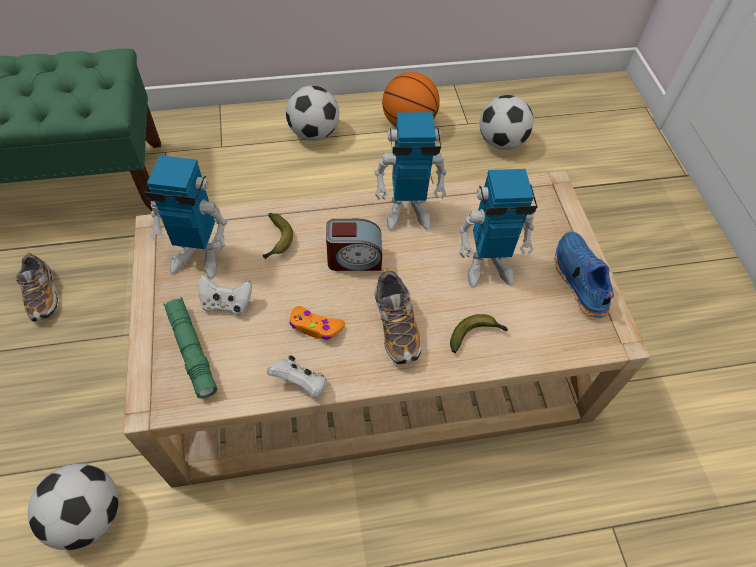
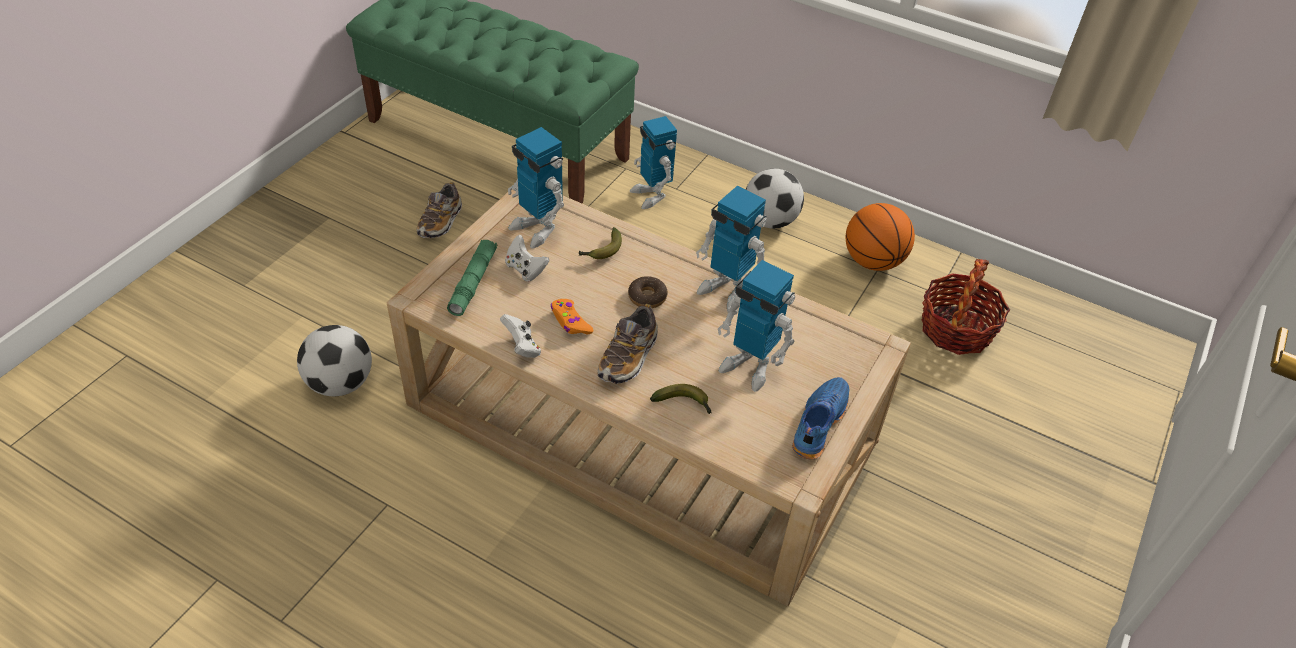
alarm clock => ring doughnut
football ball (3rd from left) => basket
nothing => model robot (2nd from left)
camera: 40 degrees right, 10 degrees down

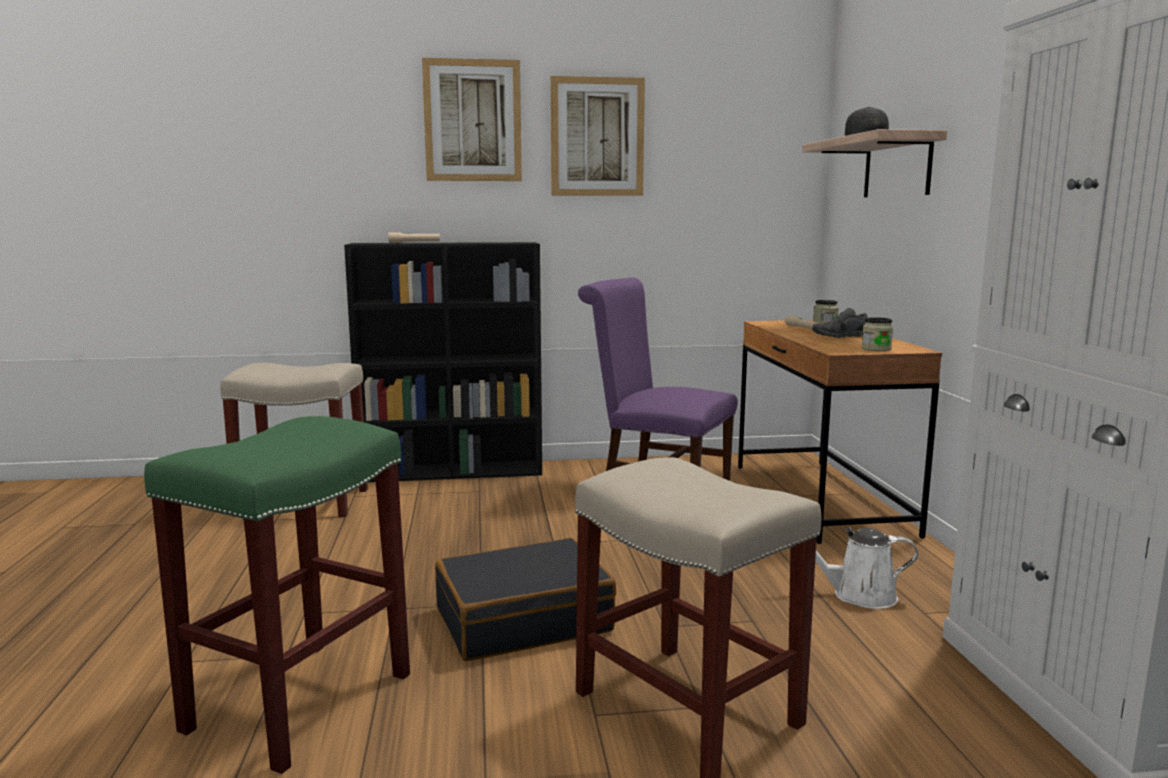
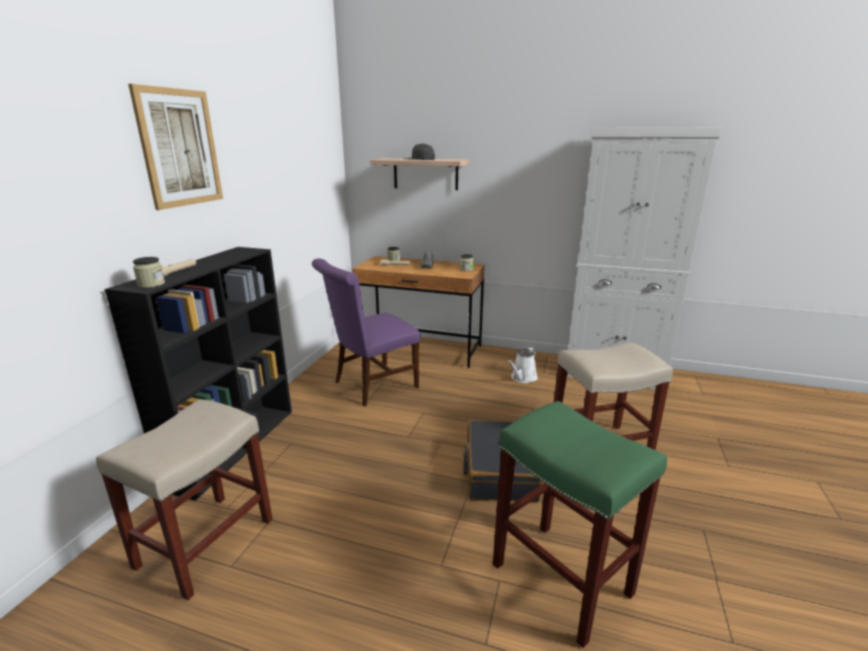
wall art (2nd from left) => nothing
nothing => jar (1st from left)
camera: 65 degrees left, 10 degrees up

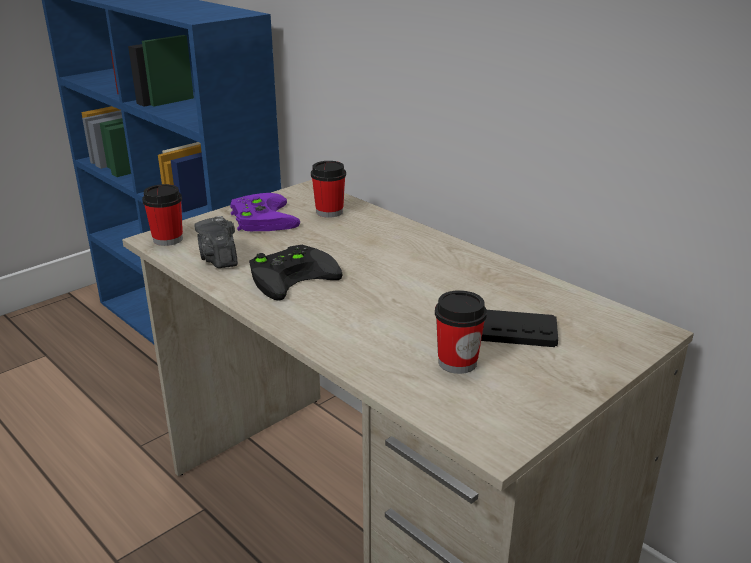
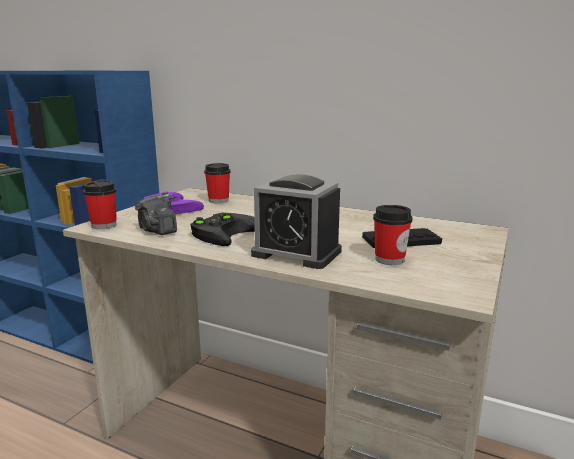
nothing => alarm clock
camera: 20 degrees left, 10 degrees down

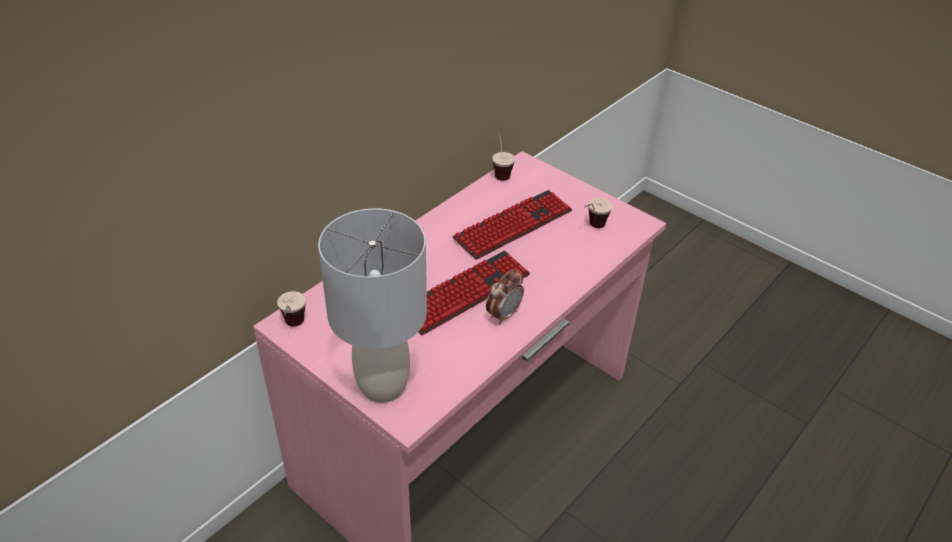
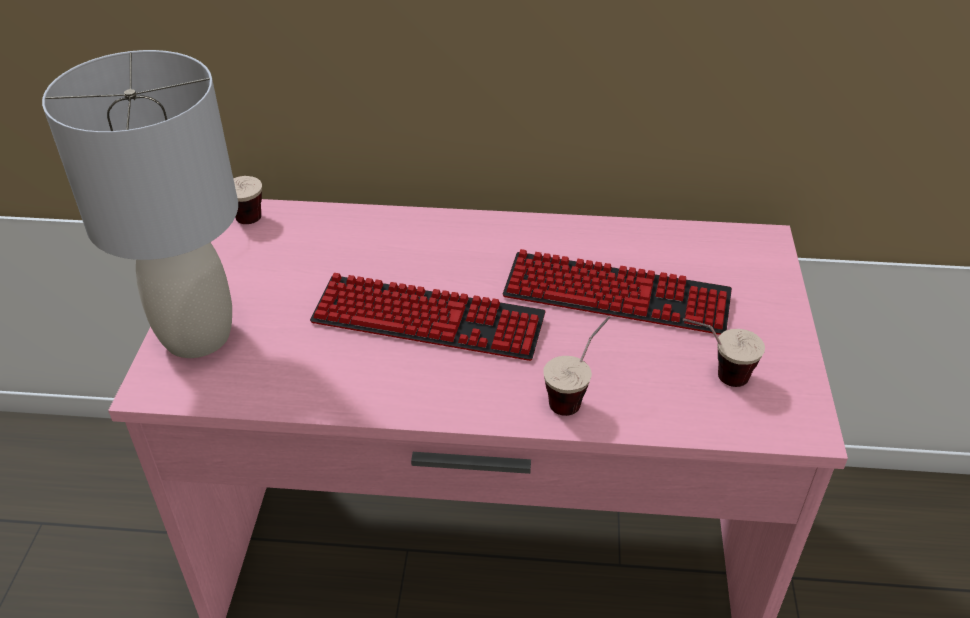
alarm clock => nothing
cup (2nd from left), move
camera: 55 degrees right, 0 degrees up

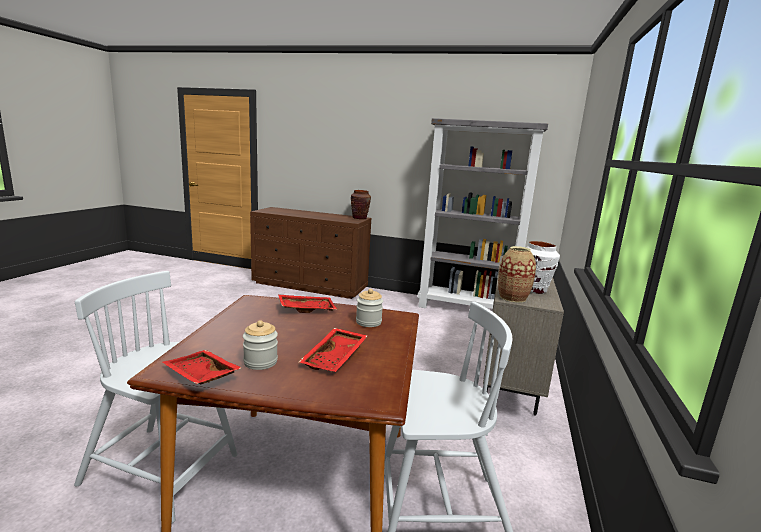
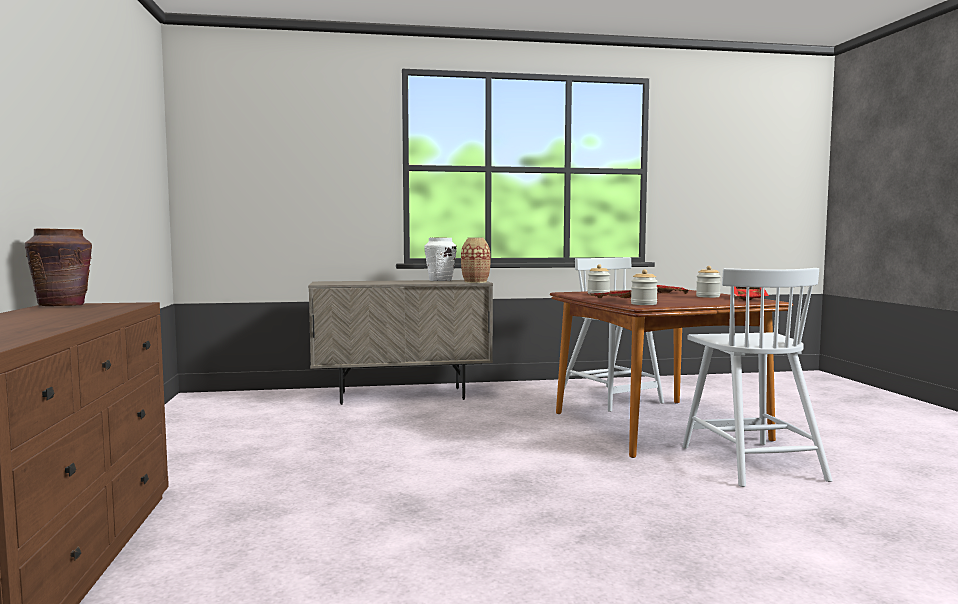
greyish bookcase => nothing
nothing => jar (2nd from left)
camera: 115 degrees left, 10 degrees down

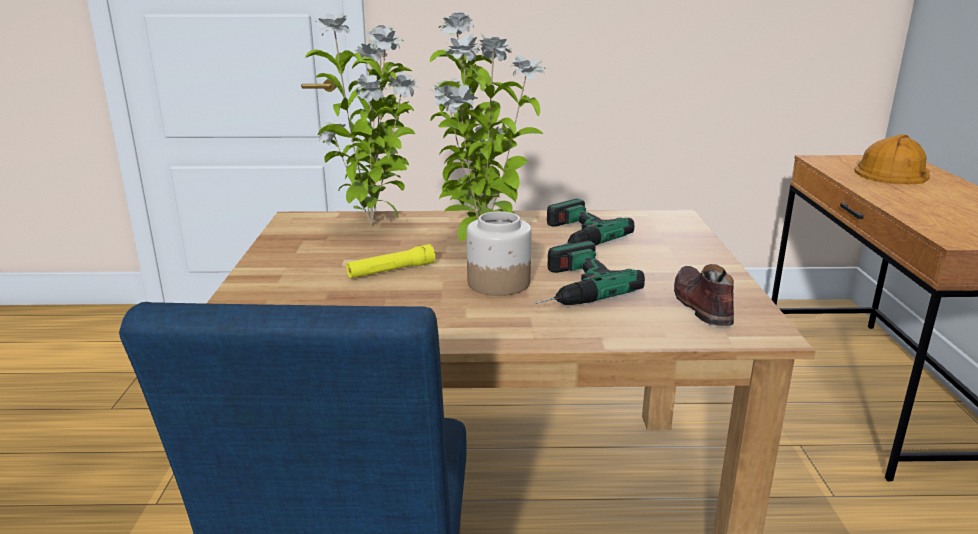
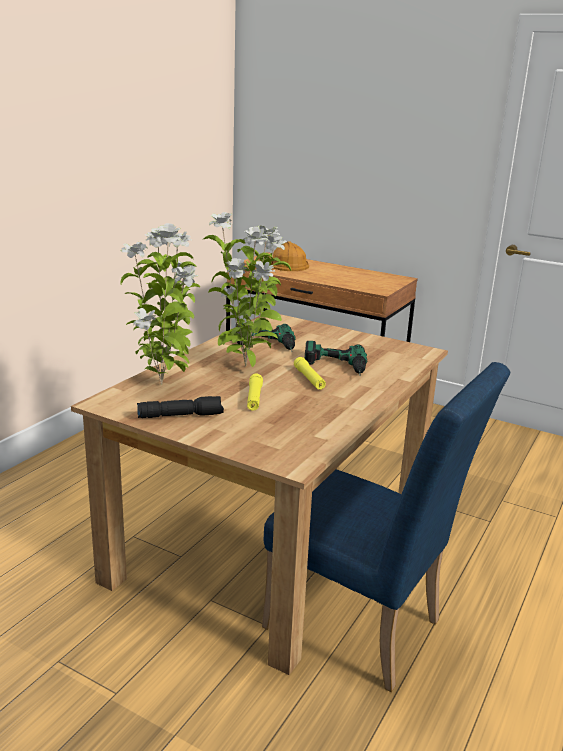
jar => yellow torch (2nd from left)
brown-coloured shoe => nothing
nothing => black torch
camera: 60 degrees left, 0 degrees up

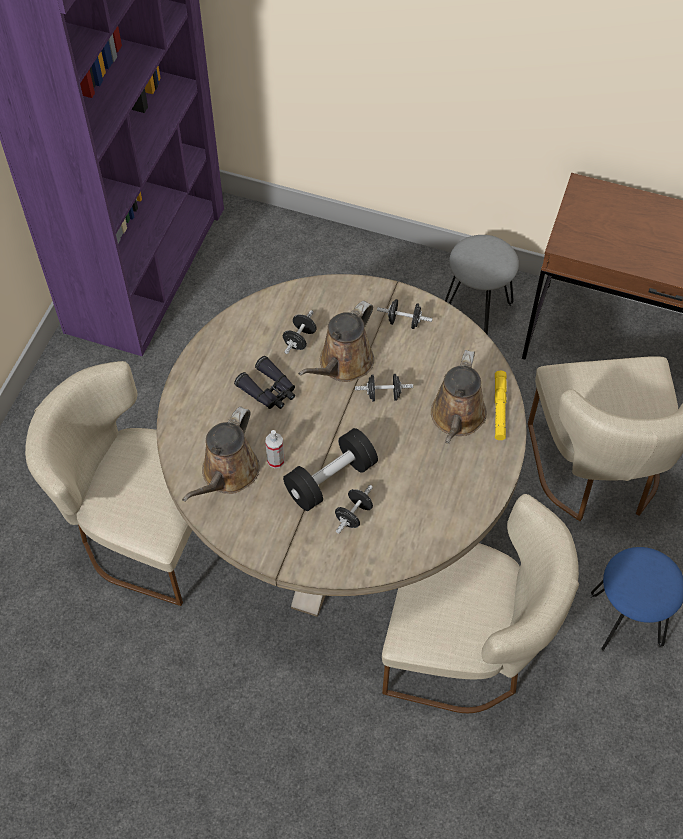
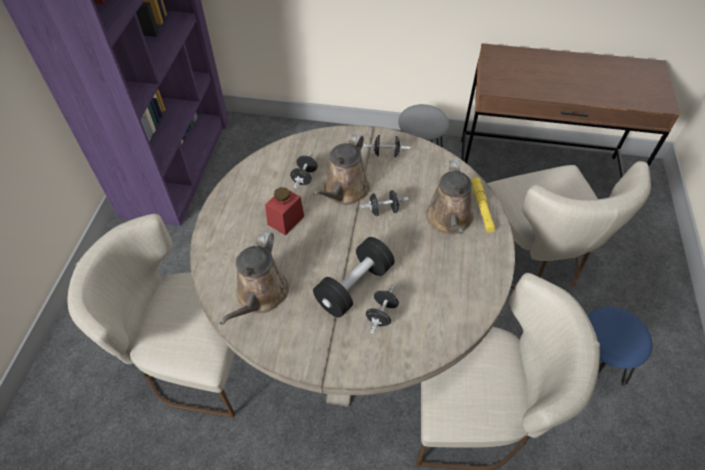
black binoculars => reddish jar
sprayer => nothing
camera: 10 degrees left, 5 degrees down

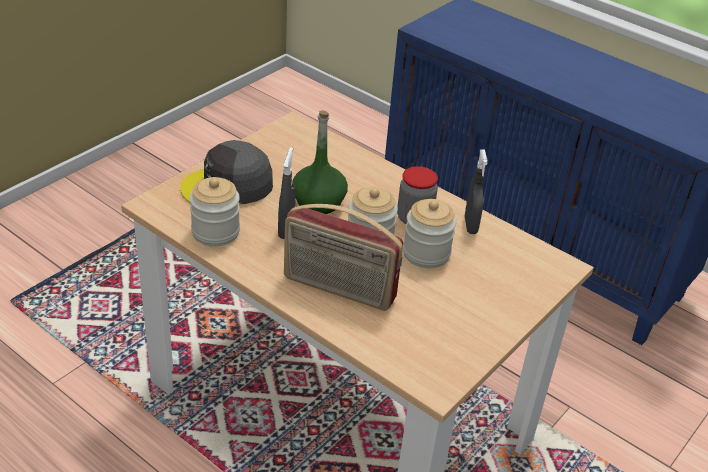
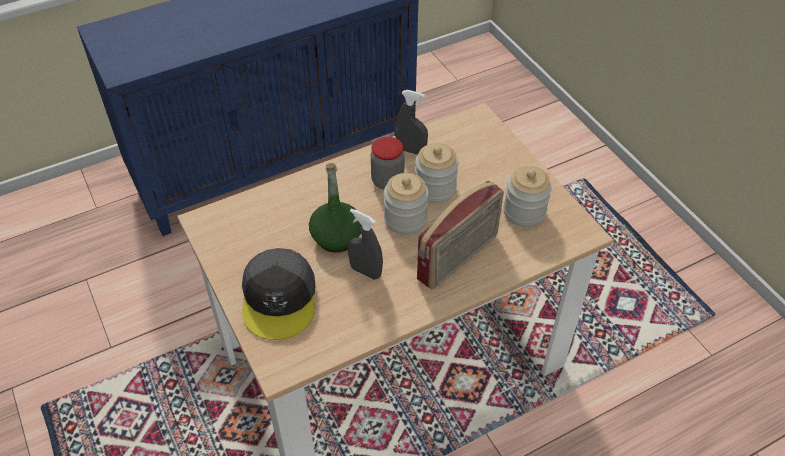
jar (1st from left in the first image) => jar (4th from left), move
camera: 65 degrees left, 10 degrees up

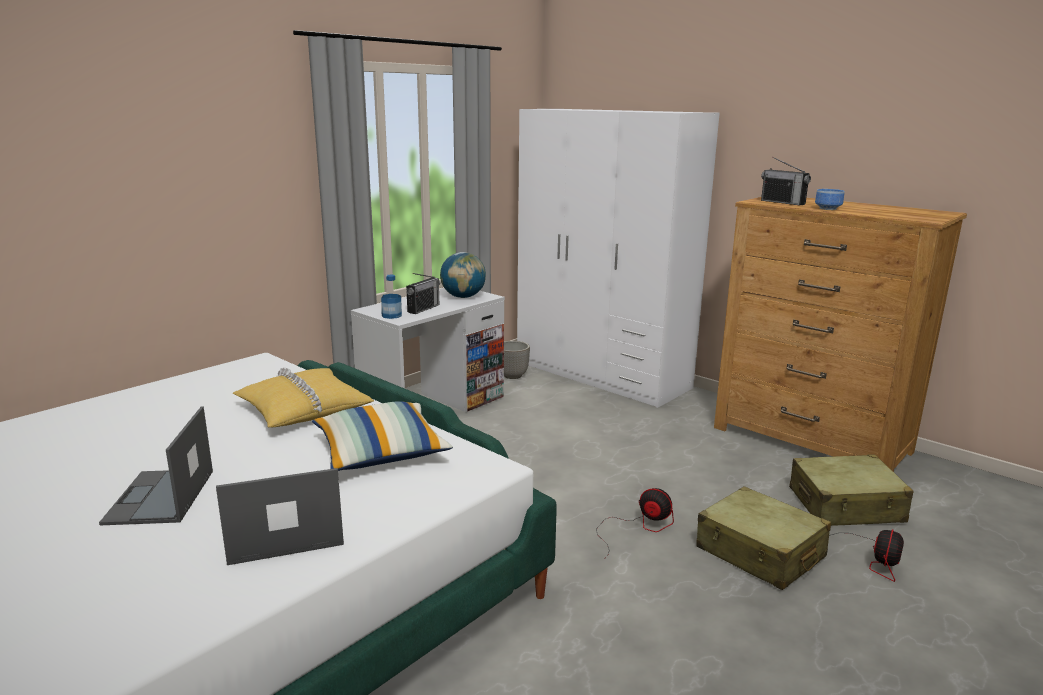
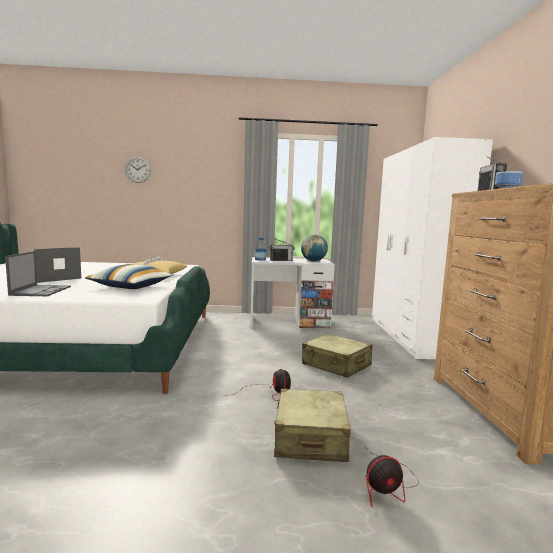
portable computer (2nd from left in the first image) => portable computer (1st from left), 60 degrees clockwise
flower pot => nothing
beige piece of luggage (2nd from left), move
nothing => wall clock
camera: 45 degrees right, 10 degrees down

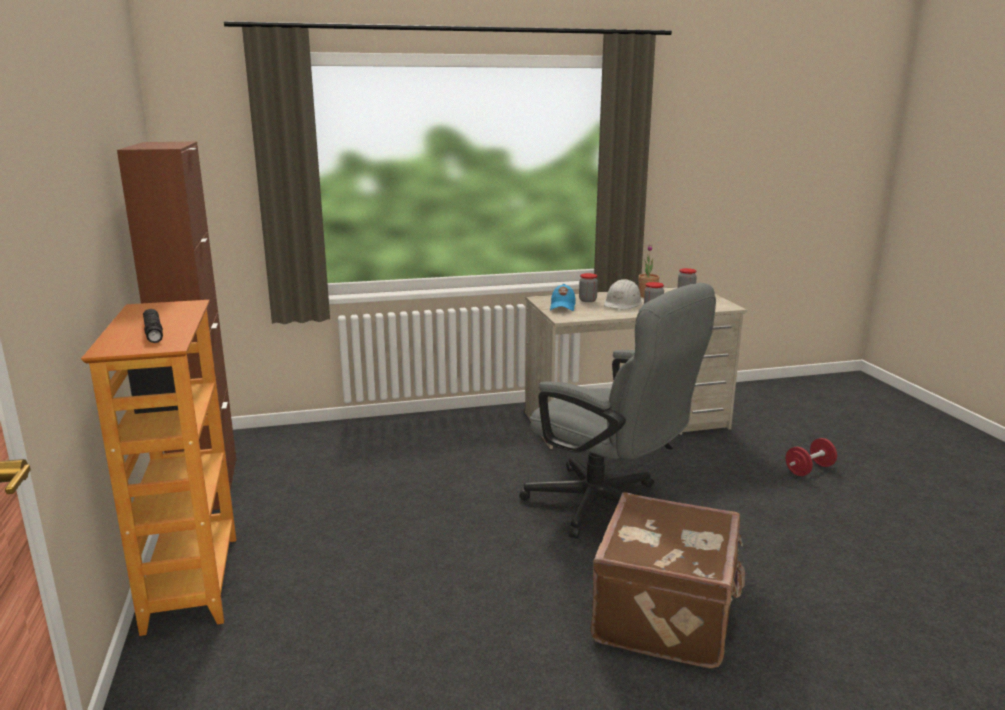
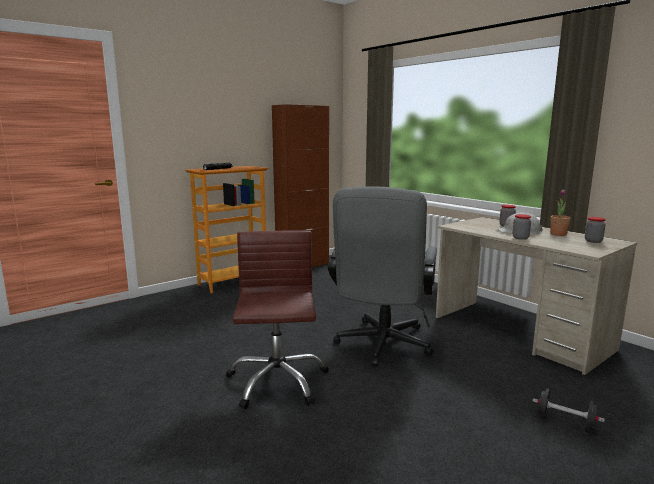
bluish baseball cap => nothing
brown-coloured piece of luggage => brown-coloured office chair
reddish free weight => black free weight
camera: 65 degrees right, 5 degrees down

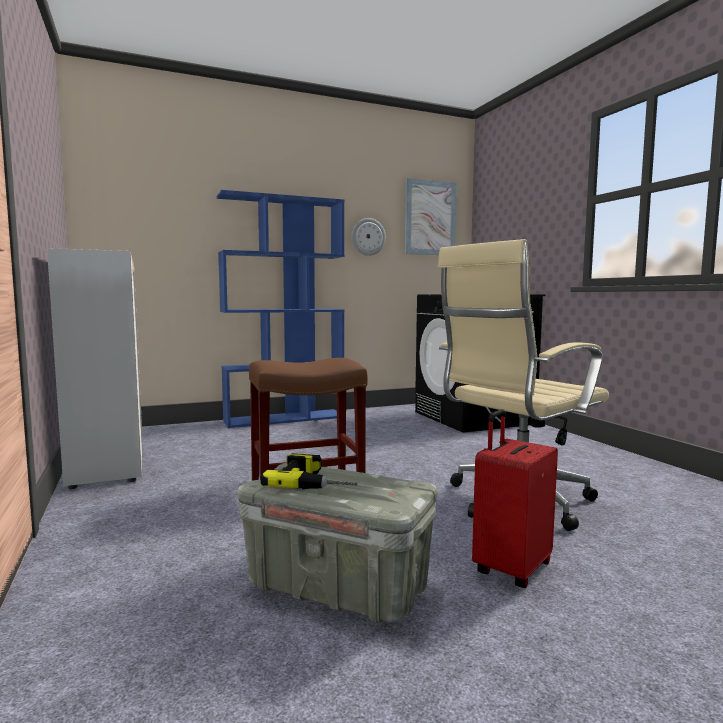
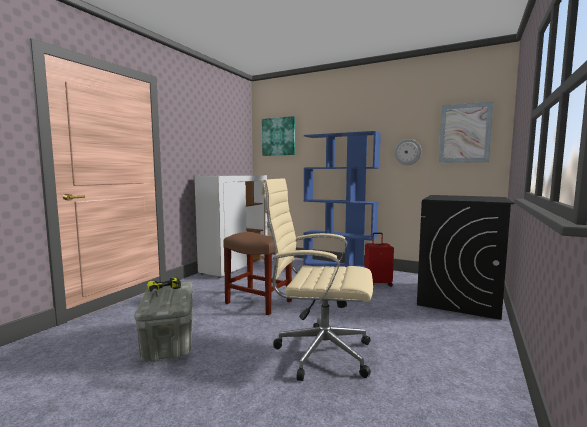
reddish piece of luggage, move
nothing => wall art (1st from left)
camera: 50 degrees right, 0 degrees up

